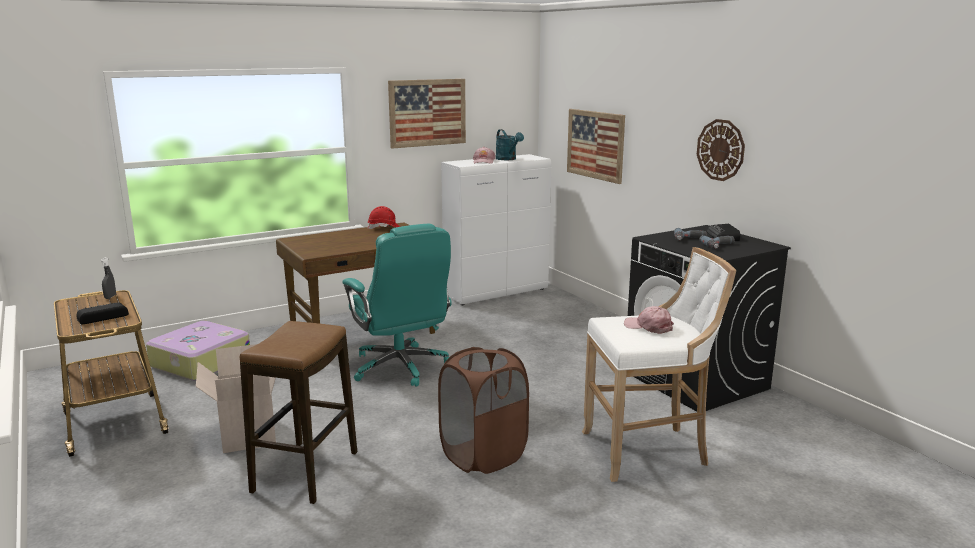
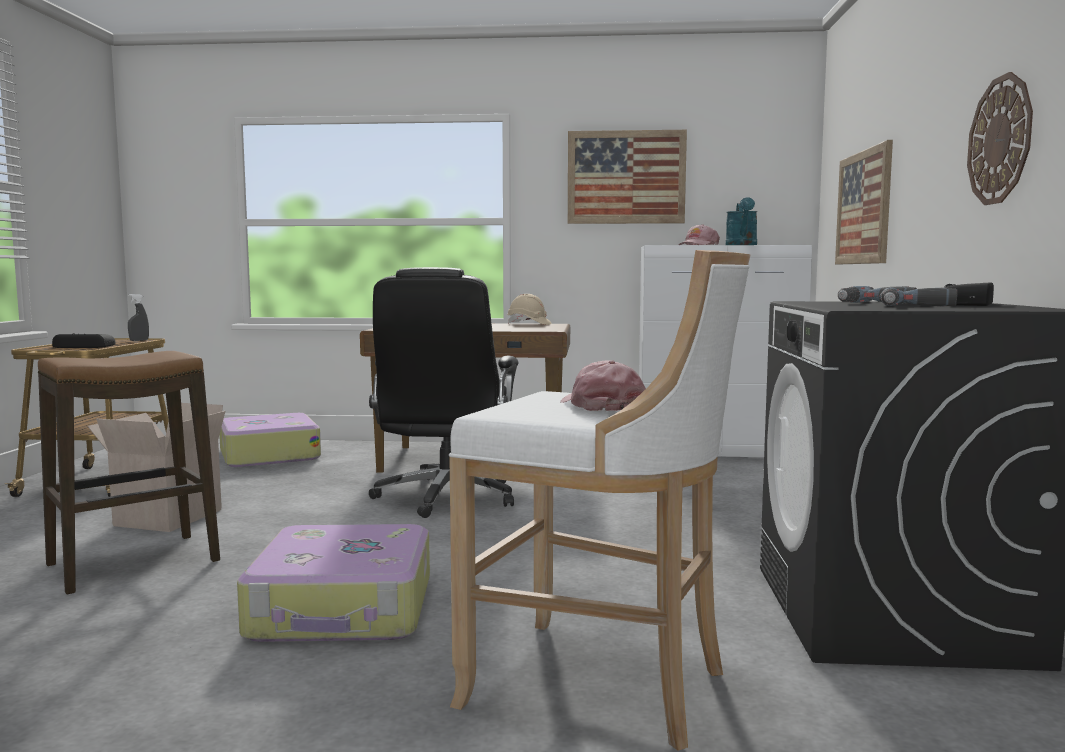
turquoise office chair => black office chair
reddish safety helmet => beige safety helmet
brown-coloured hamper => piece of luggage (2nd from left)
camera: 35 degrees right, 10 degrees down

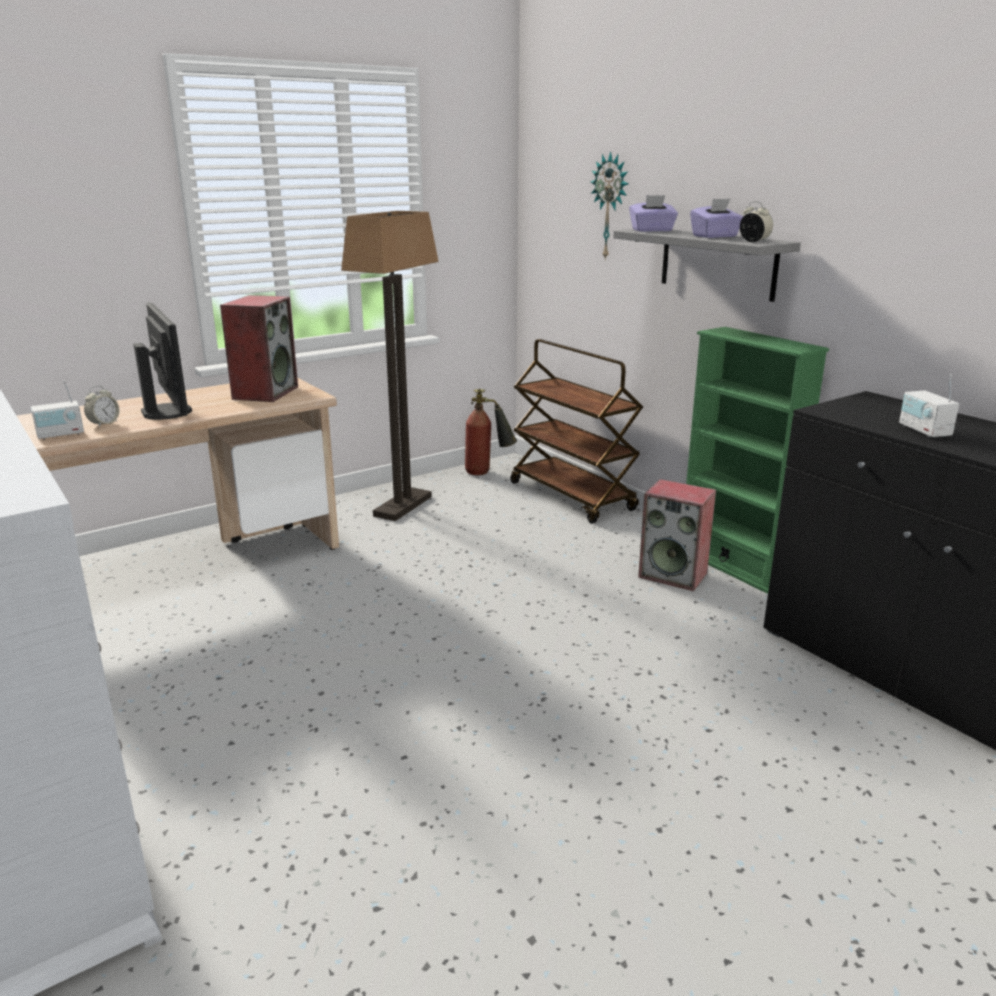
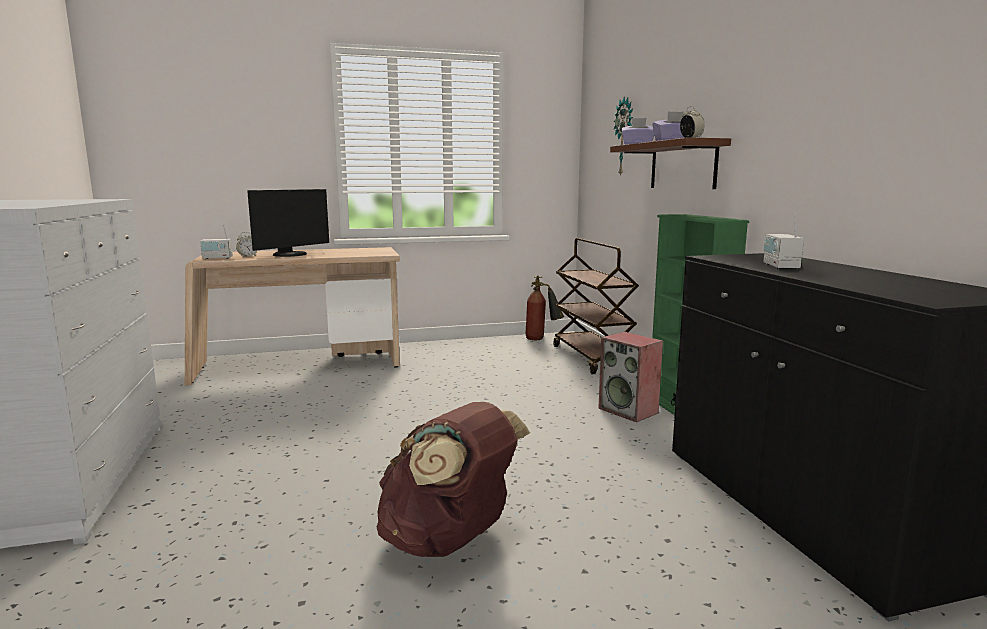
computer display, 45 degrees clockwise
loudspeaker (1st from left) => nothing
floor lamp => nothing
greyish bracket shelf => brown-coloured bracket shelf
nothing => brown-coloured backpack
camera: 20 degrees right, 10 degrees down

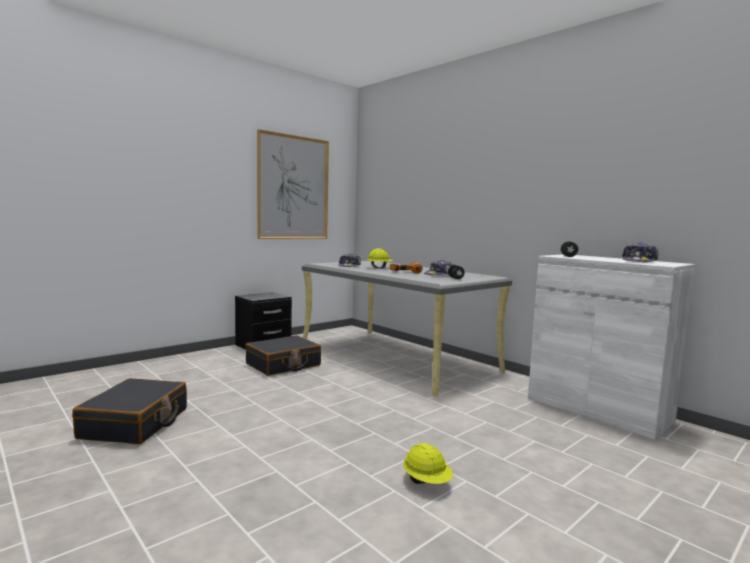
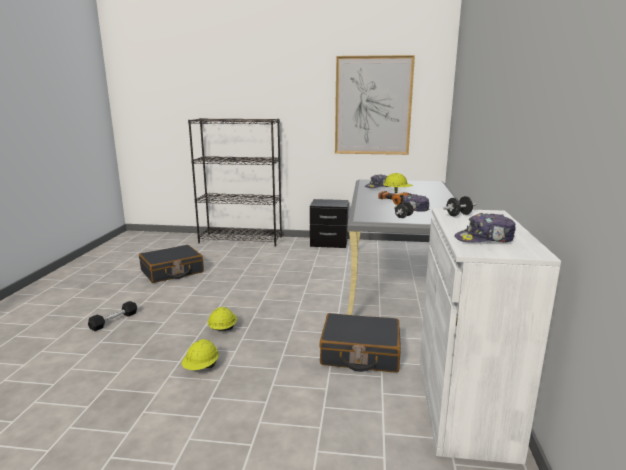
black piece of luggage (2nd from left), move
nothing => black free weight (1st from left)
nothing => black bookcase
nothing => yellow safety helmet (2nd from left)
camera: 50 degrees right, 10 degrees up

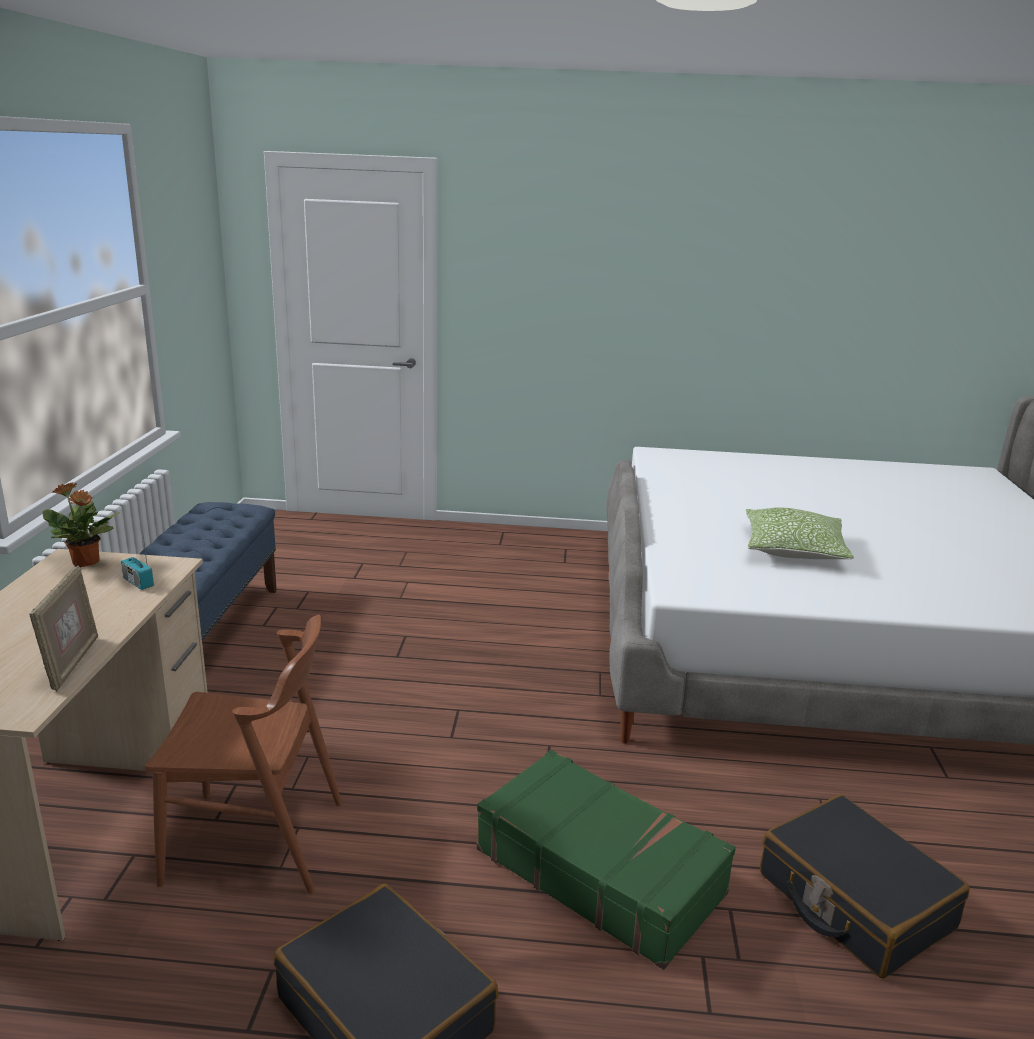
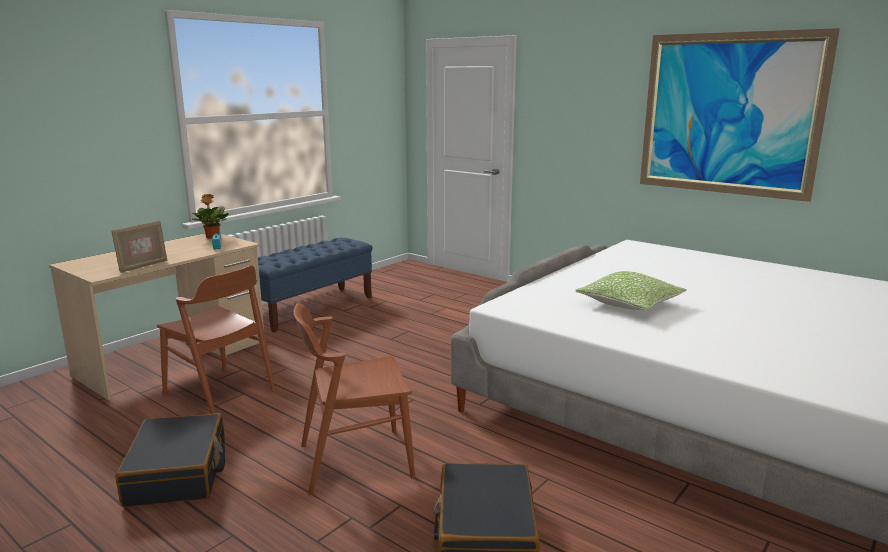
green-coloured piece of luggage => brown-coloured chair (2nd from left)
nothing => wall art
camera: 35 degrees right, 5 degrees down

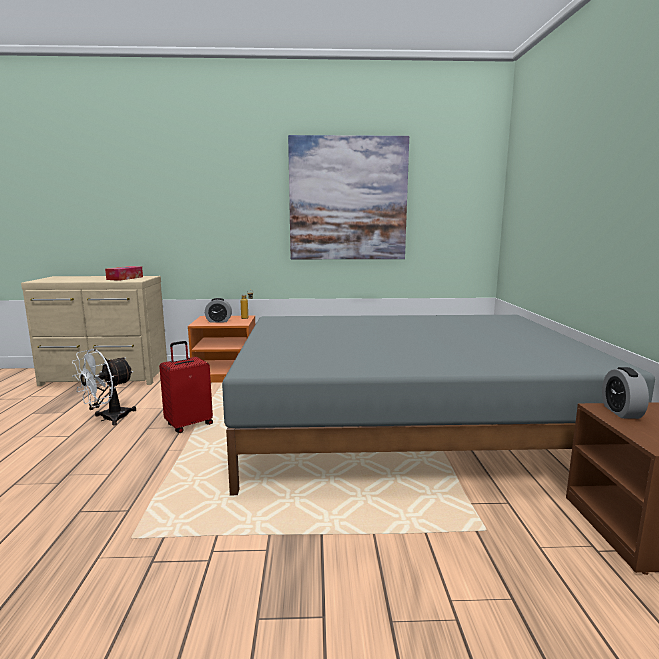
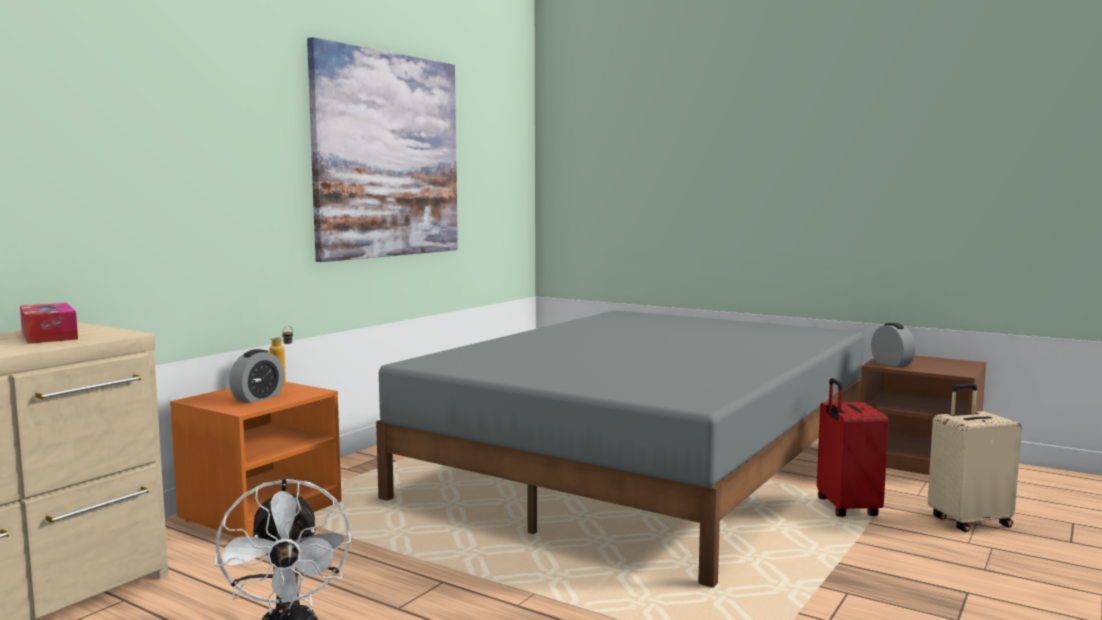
reddish piece of luggage, move
alarm clock (2nd from left), 150 degrees counterclockwise
nothing => beige piece of luggage
camera: 55 degrees left, 5 degrees down

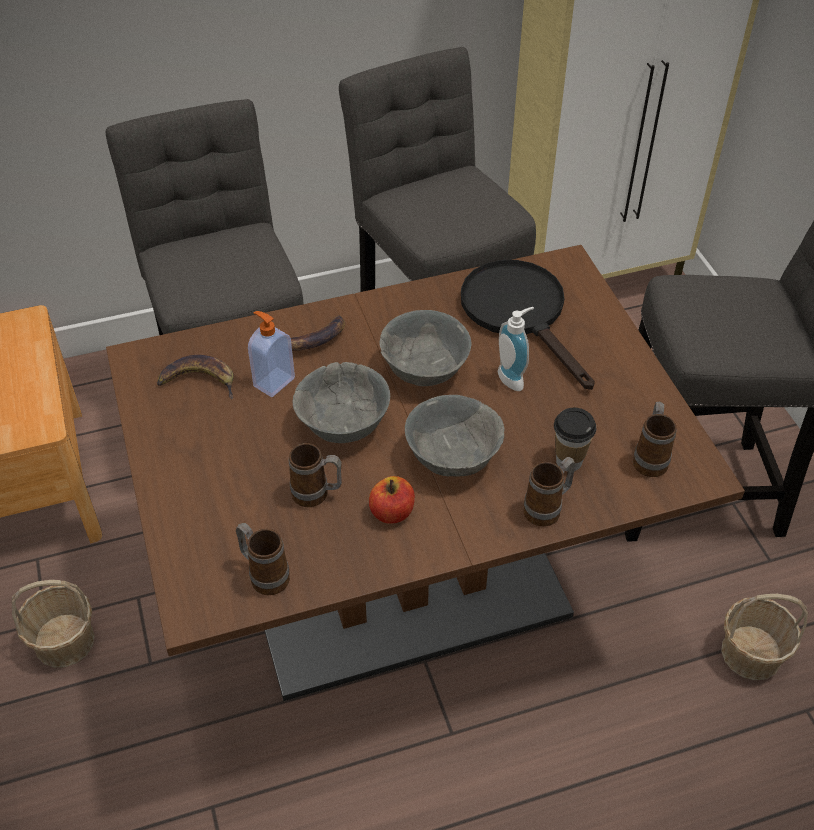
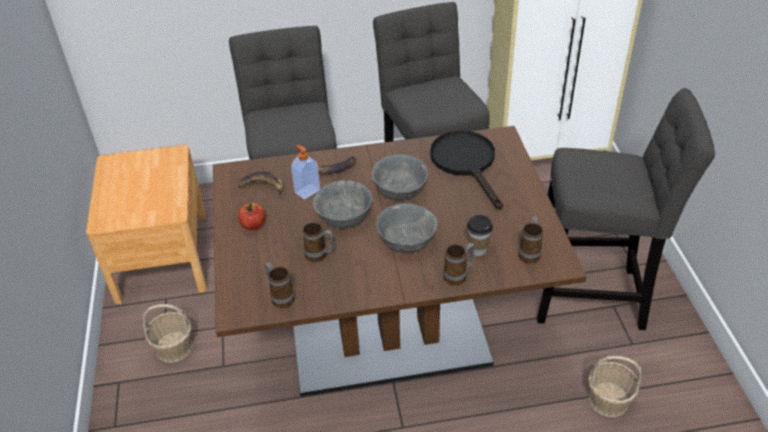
apple, move
soap dispenser (2nd from left) => nothing
camera: 10 degrees right, 5 degrees down

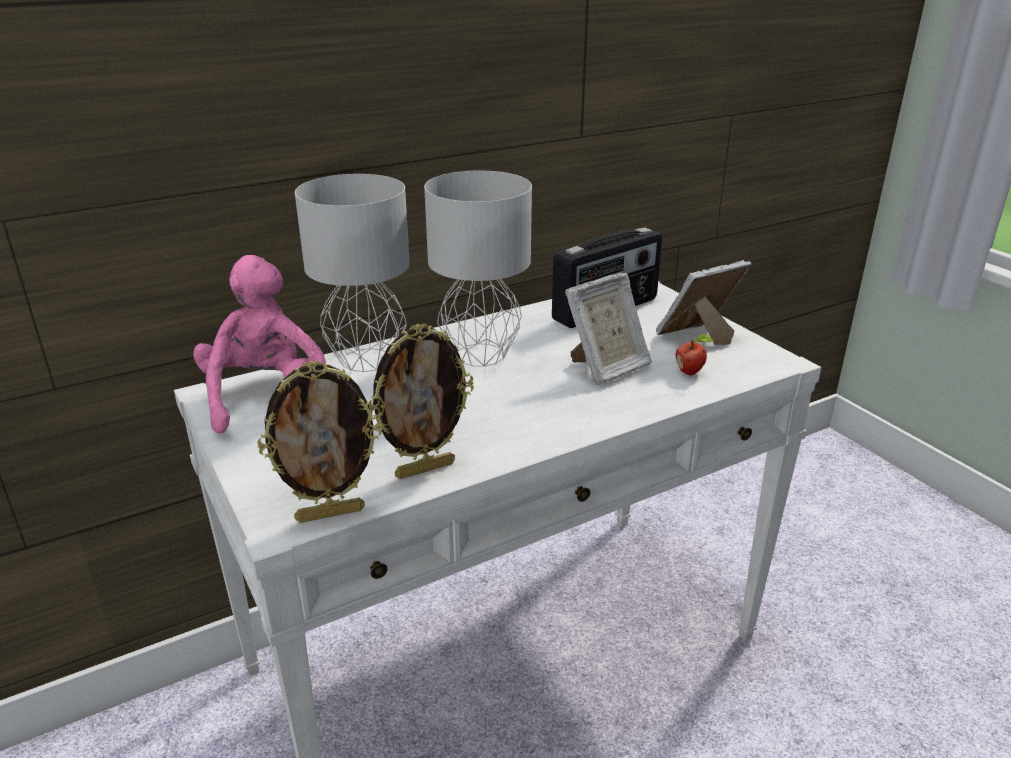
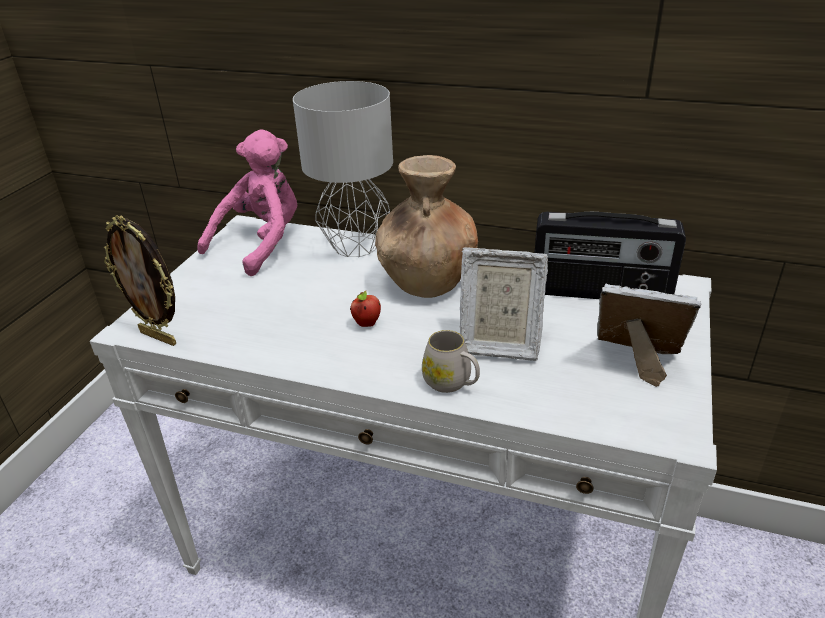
picture frame (2nd from left) => nothing
greyish tabletop lamp (2nd from left) => brown-coloured flower vase
apple, move
nothing => whitish tea mug
camera: 50 degrees right, 5 degrees up

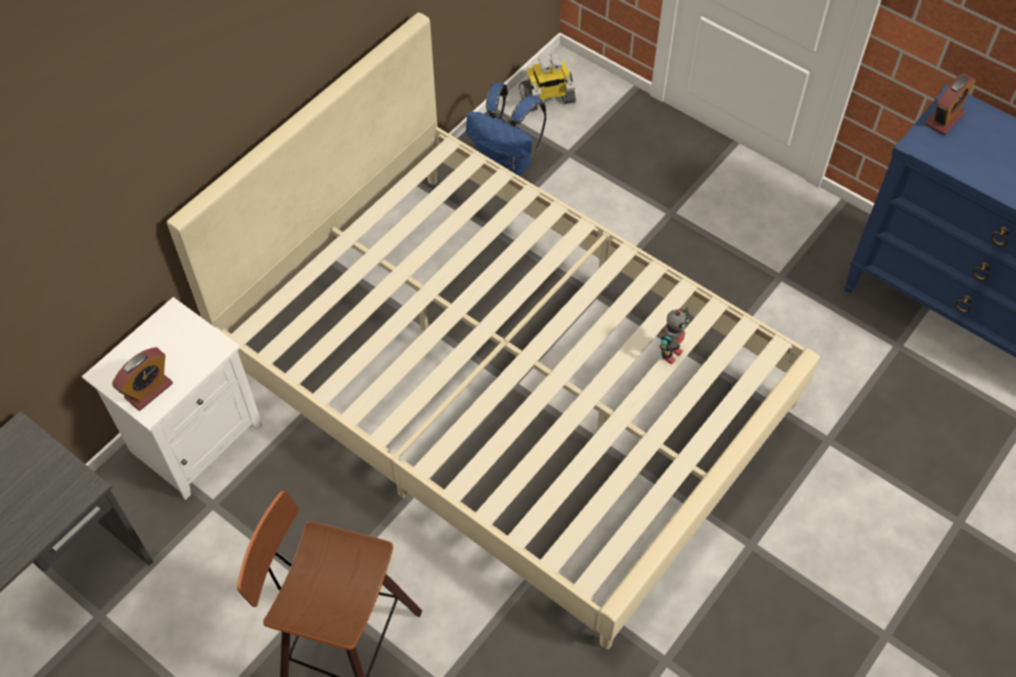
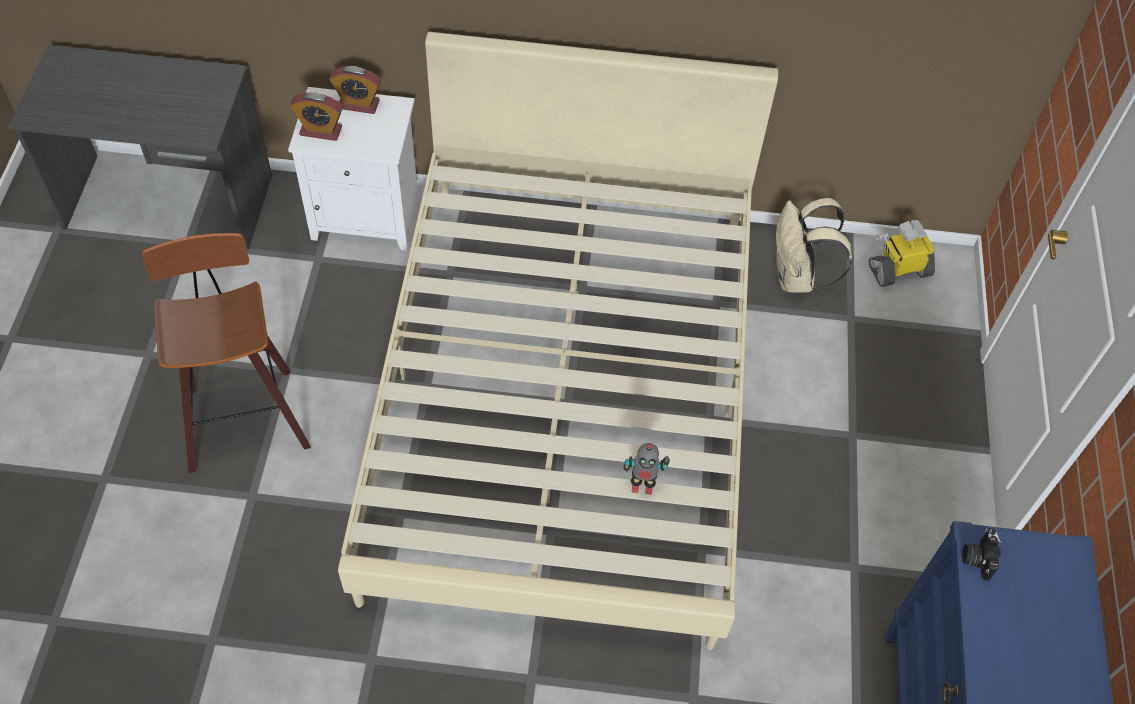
bluish backpack => beige backpack
model robot (1st from left in the first image) => model robot (2nd from left), 120 degrees clockwise
alarm clock (2nd from left), move
nothing => still camera
camera: 55 degrees right, 0 degrees up

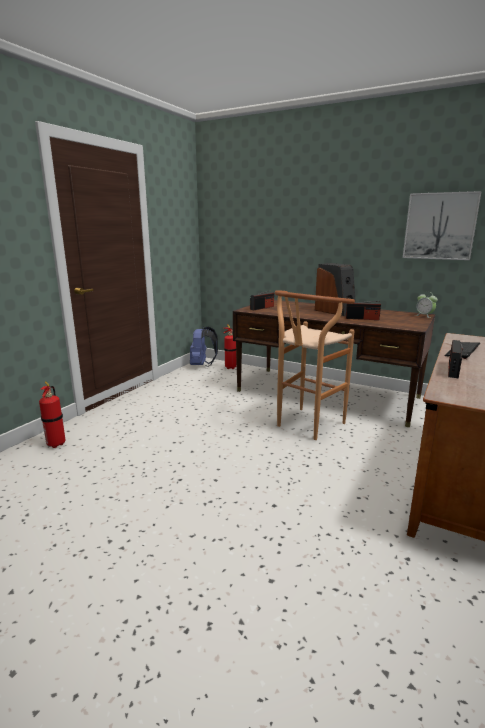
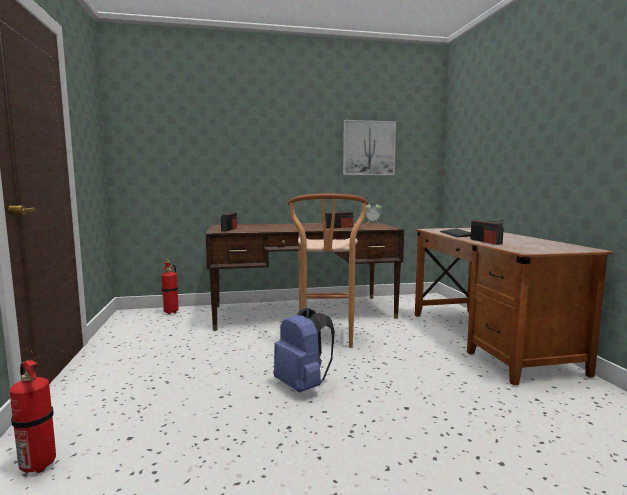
bluish backpack, move
loudspeaker => nothing
camera: 40 degrees left, 10 degrees down

